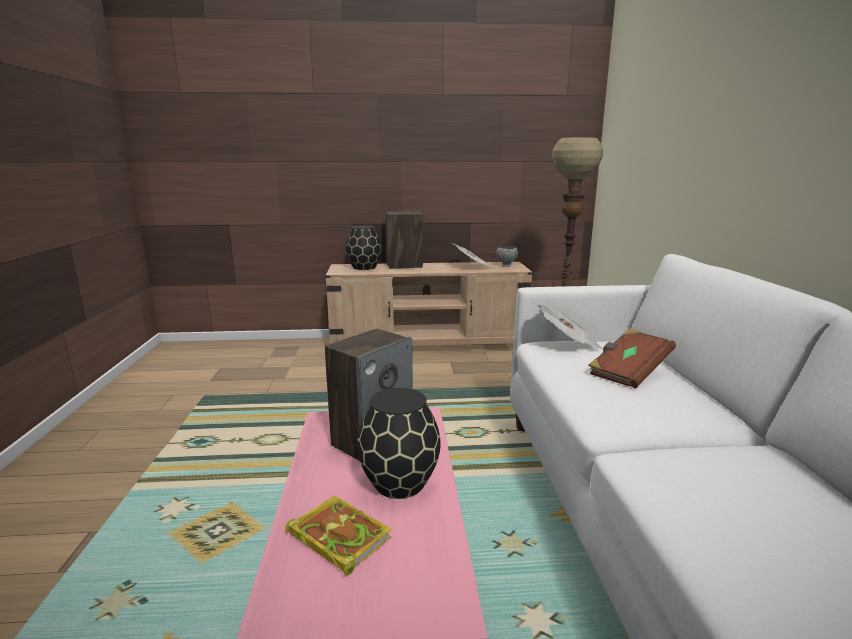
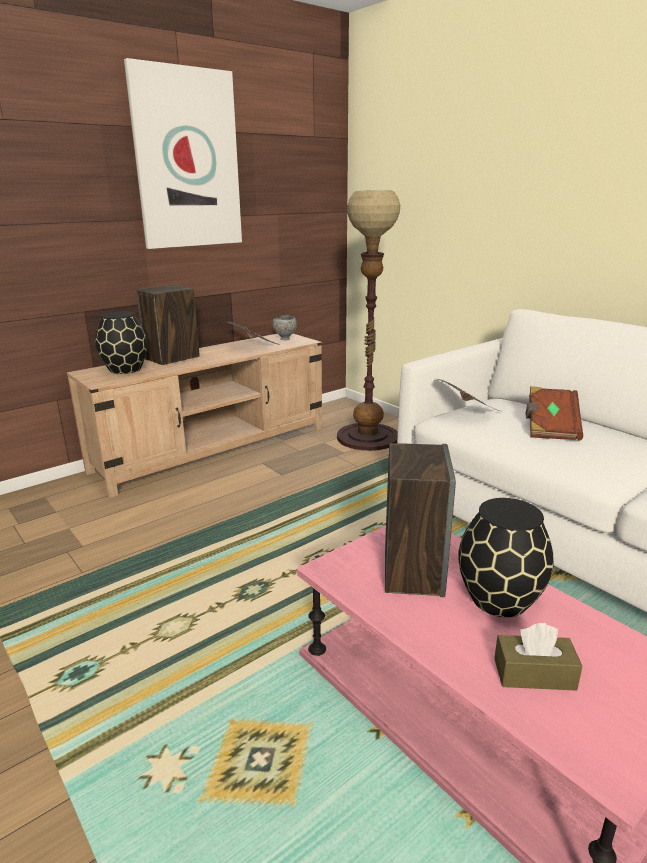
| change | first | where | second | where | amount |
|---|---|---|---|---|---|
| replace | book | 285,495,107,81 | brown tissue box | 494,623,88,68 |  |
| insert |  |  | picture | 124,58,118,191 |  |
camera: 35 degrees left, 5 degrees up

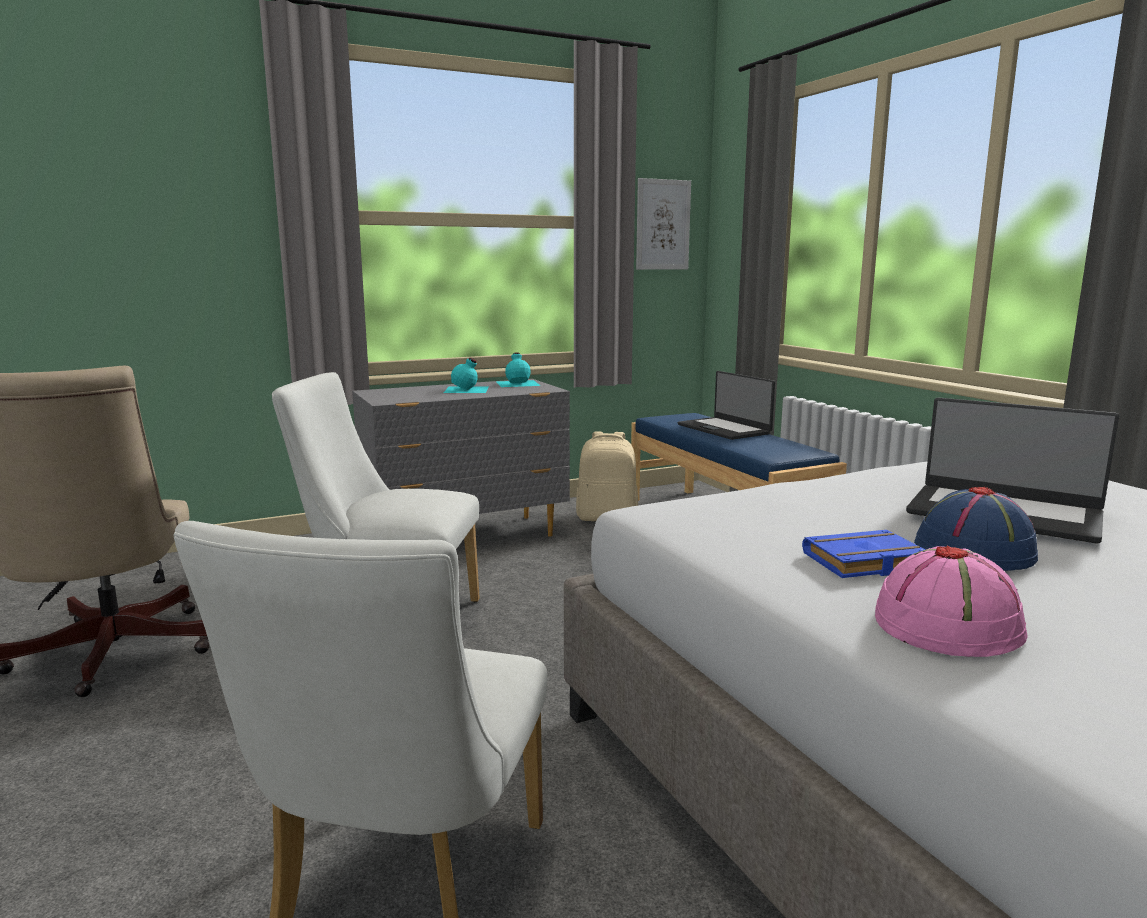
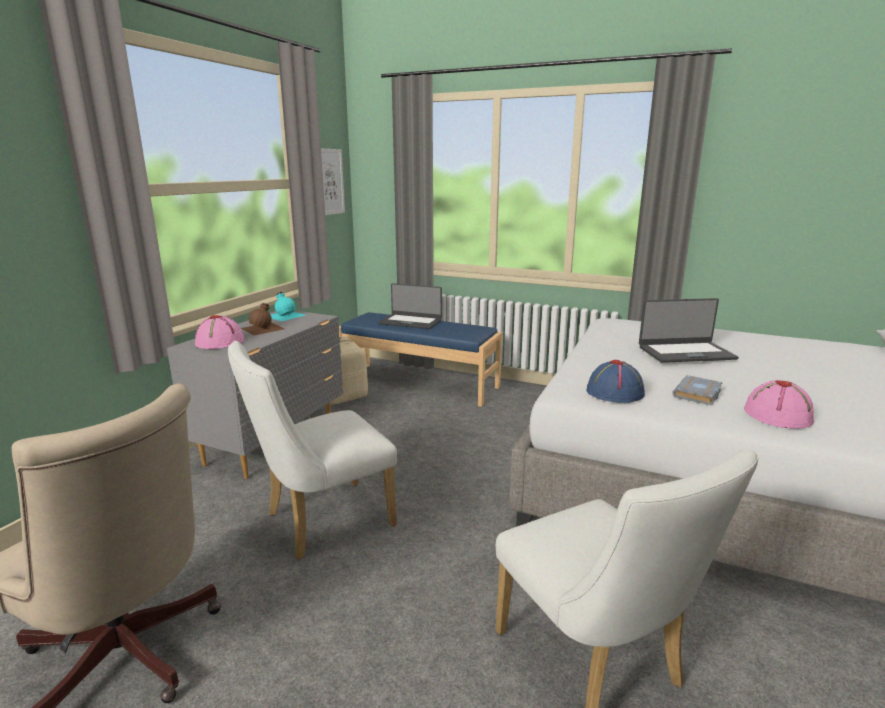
| change | first | where | second | where | amount |
|---|---|---|---|---|---|
| recolor | turquoise bottle | 444,357,45,36 | brown bottle | 241,303,44,32 |  |
| recolor | blue book | 802,530,124,48 | grey book | 672,375,51,30 |  |
| move | blue hat | 914,487,124,84 |  | 586,360,59,43 |  |
| insert |  |  | pink hat | 195,315,49,34 |  |
camera: 40 degrees left, 5 degrees up

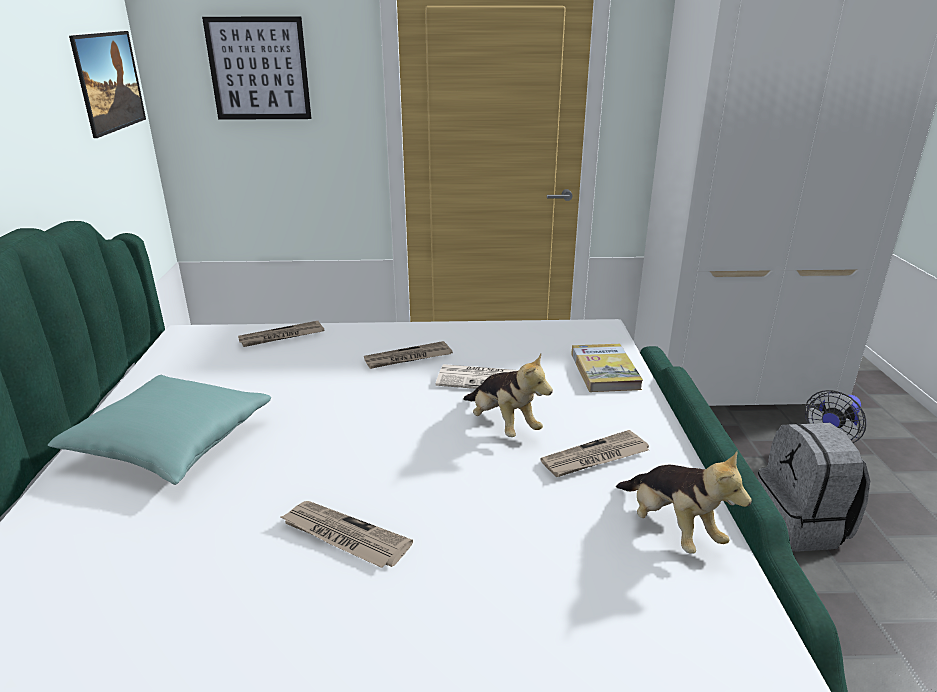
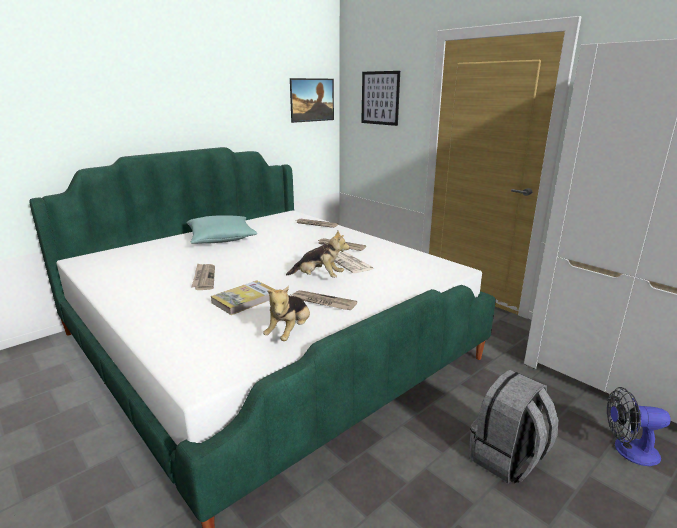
| change | first | where | second | where | amount |
|---|---|---|---|---|---|
| rotate | plush toy | 463,354,90,83 |  | 286,231,64,47 | 90 degrees counterclockwise |
| move | book | 571,344,72,48 |  | 211,280,64,35 |  |
camera: 50 degrees right, 5 degrees down

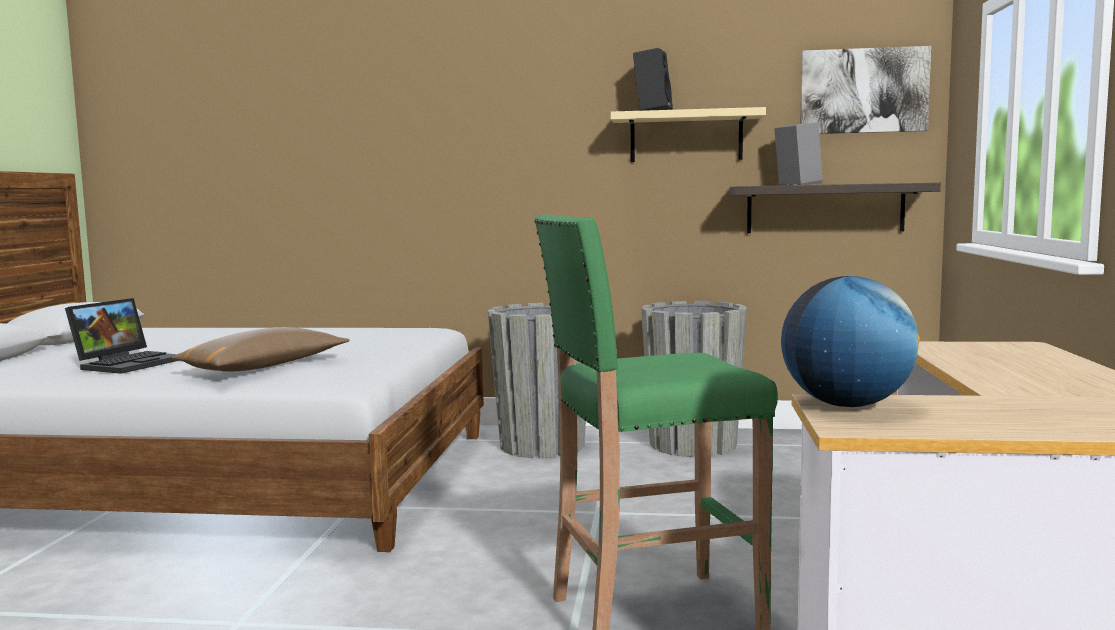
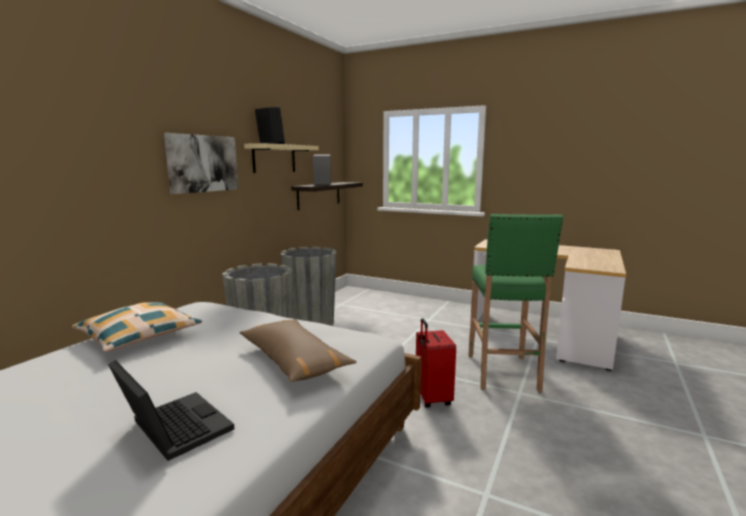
| change | first | where | second | where | amount |
|---|---|---|---|---|---|
| delete | globe | 781,276,139,131 |  |  |  |
| move | picture | 800,46,131,88 |  | 164,133,74,61 |  |
| insert |  |  | pillow | 72,302,130,50 |  |
| insert |  |  | red suitcase | 416,318,40,90 |  |
camera: 70 degrees left, 5 degrees up

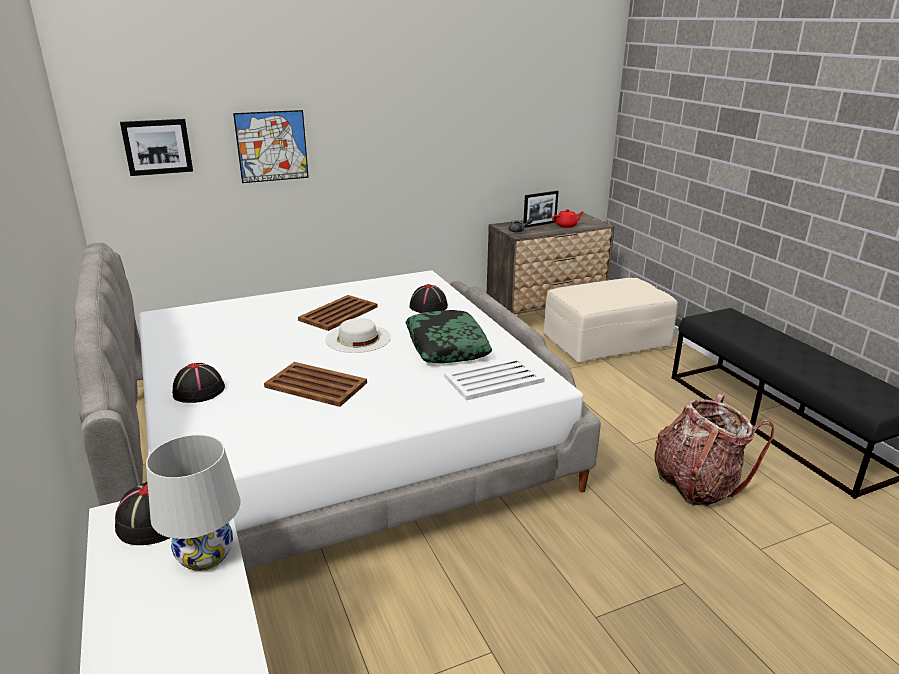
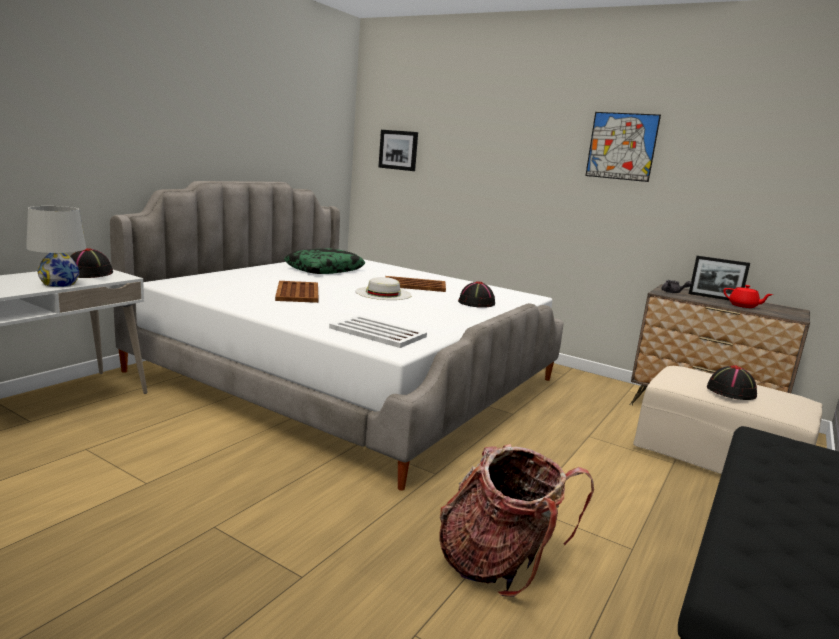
| change | first | where | second | where | amount |
|---|---|---|---|---|---|
| move | black hat | 172,363,53,40 |  | 707,365,50,35 |  |
| move | picture | 233,110,76,73 |  | 585,112,76,70 |  |
| move | pillow | 405,310,87,54 |  | 284,249,81,25 |  |
camera: 55 degrees right, 10 degrees down

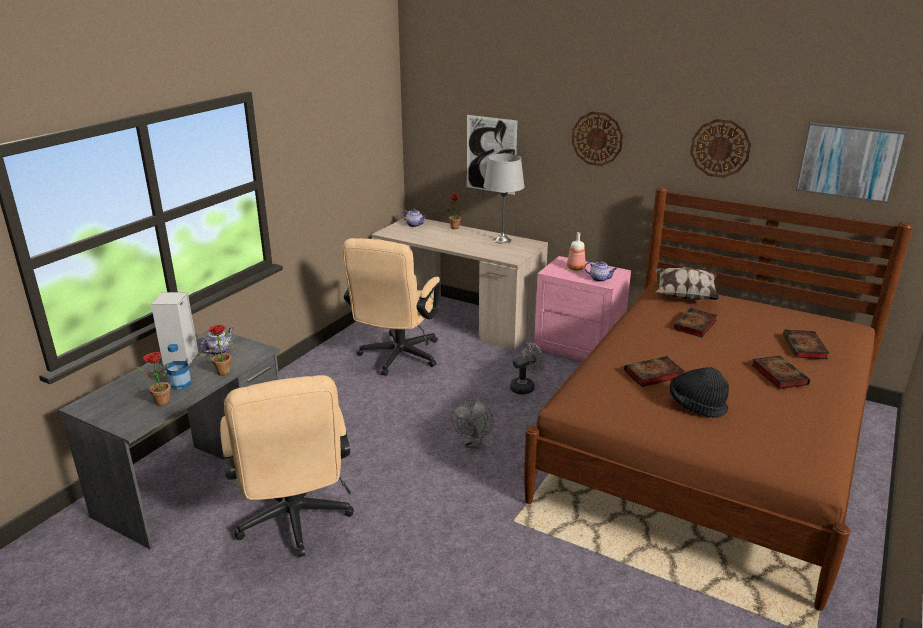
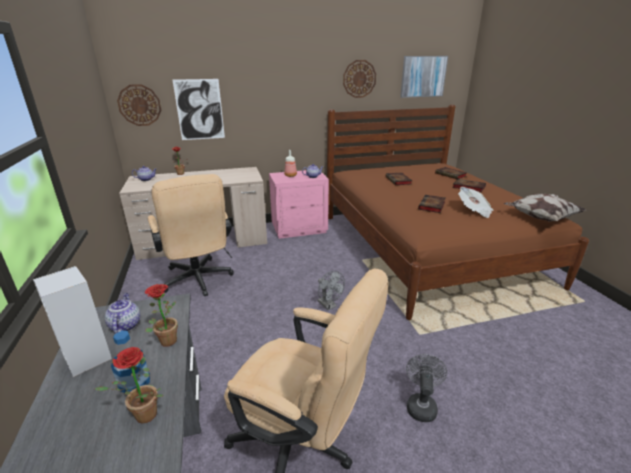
| change | first | where | second | where | amount |
|---|---|---|---|---|---|
| delete | grey table lamp | 483,154,42,90 |  |  |  |
| move | grey fan | 510,343,34,52 |  | 406,354,41,68 |  |
| move | wall clock | 572,111,51,55 |  | 117,84,44,42 |  |
| move | pillow | 654,267,67,33 |  | 504,194,81,27 |  |
| replace | black hat | 670,367,59,51 | newspaper | 458,187,35,31 |  |
camera: 45 degrees left, 0 degrees up

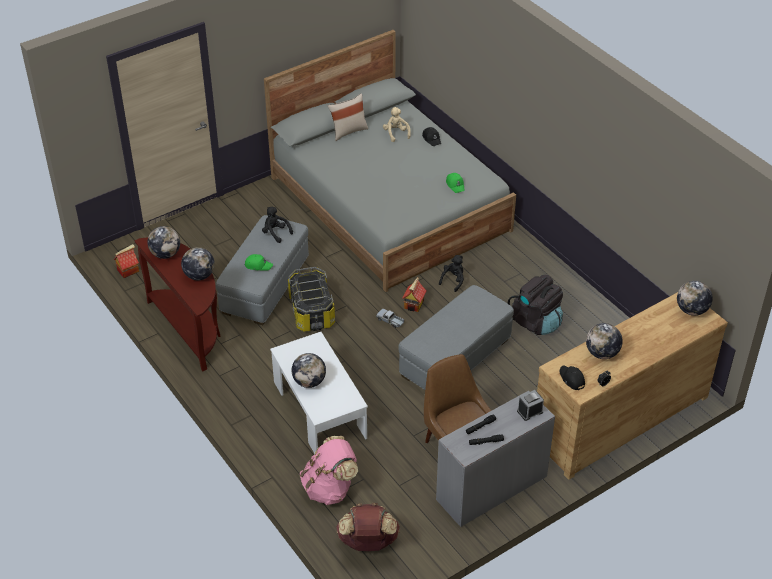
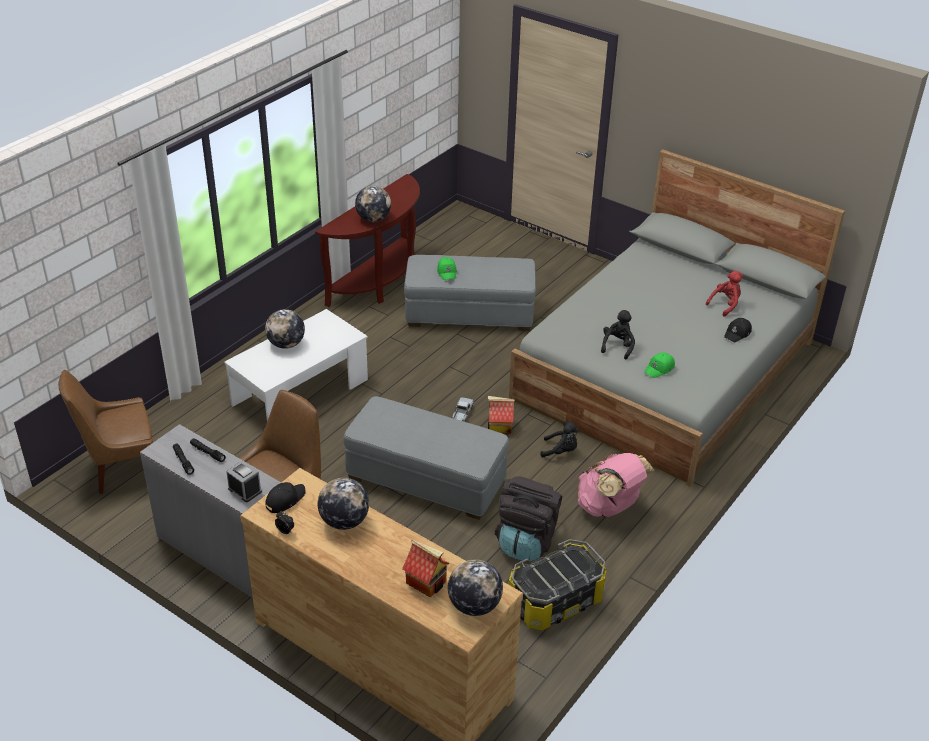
| change | first | where | second | where | amount |
|---|---|---|---|---|---|
| move | toy house | 114,244,25,34 |  | 402,539,47,59 |  |
| delete | globe | 147,226,33,33 |  |  |  |
| move | black plush toy | 262,207,31,36 |  | 601,310,34,49 |  |
| move | storage box | 288,267,47,65 |  | 509,539,98,91 |  |
| move | pink backpack | 300,436,58,69 |  | 578,453,77,64 |  |
| delete | beige pillow | 327,93,41,48 |  |  |  |
| replace | brown backpack | 336,503,64,48 | brown chair | 59,370,94,124 |  |
| recolor | beige plush toy | 383,107,28,35 | red plush toy | 706,271,37,46 |  |
camera: 70 degrees right, 5 degrees down

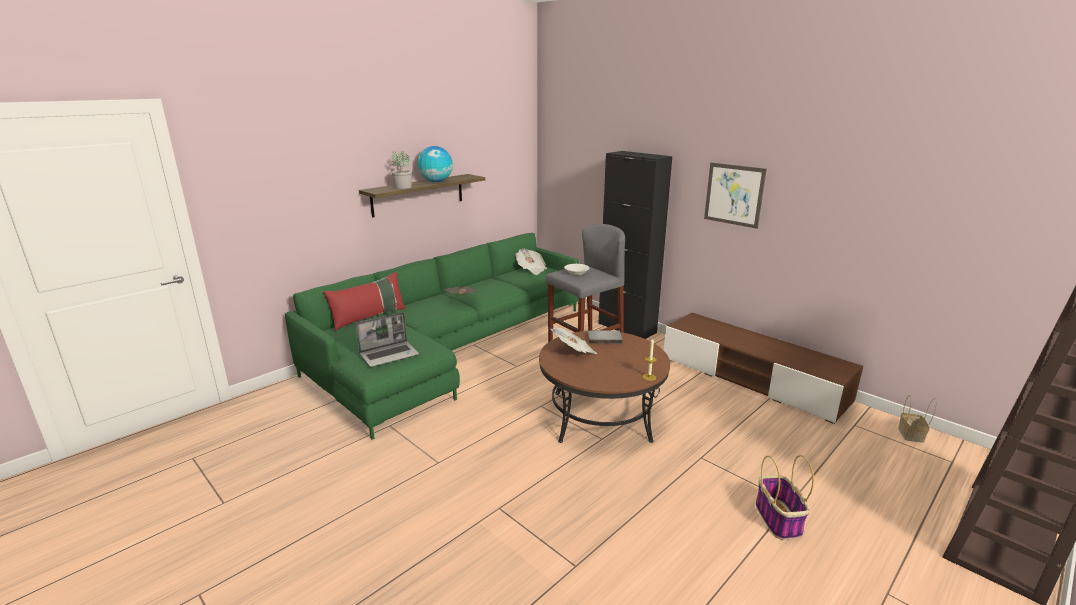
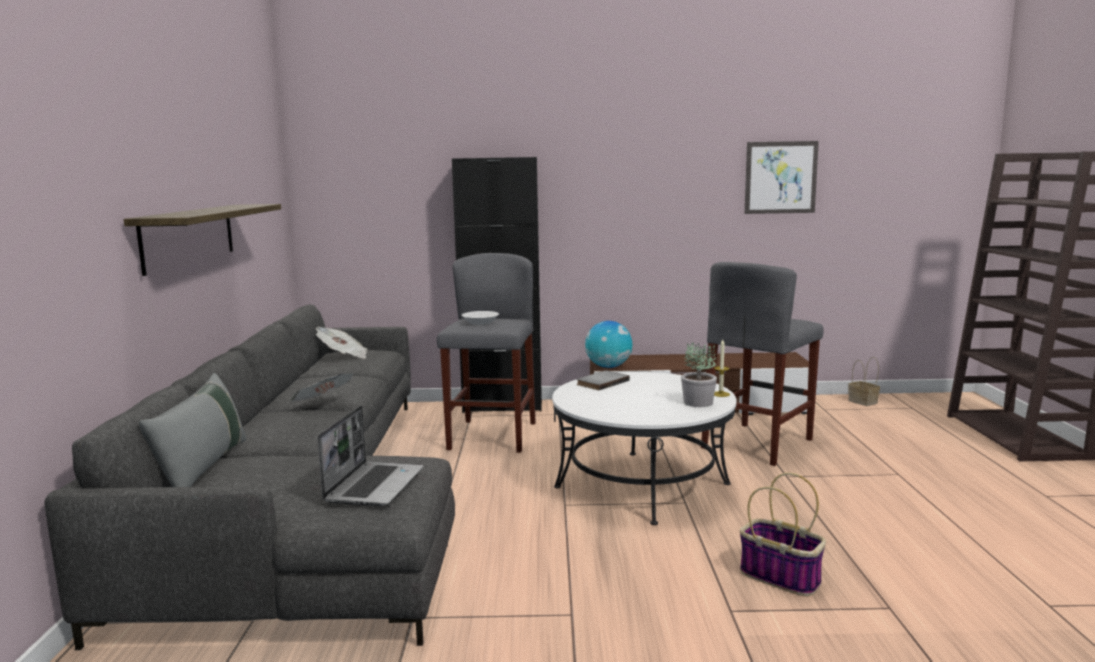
| change | first | where | second | where | amount |
|---|---|---|---|---|---|
| recolor | green sofa | 285,233,294,206 | grey sofa | 44,305,411,345 |  |
| recolor | red pillow | 323,272,83,59 | grey pillow | 139,373,108,114 |  |
| move | potted plant | 391,150,21,39 |  | 681,343,36,64 |  |
| move | globe | 417,146,36,36 |  | 585,321,47,47 |  |
| recolor | brown coffee table | 539,331,131,112 | white coffee table | 552,372,184,153 |  |
| delete | newspaper | 551,327,47,27 |  |  |  |
| move | picture | 704,163,63,66 |  | 745,141,74,73 |  |
| move | basket | 755,455,59,85 |  | 740,473,86,123 |  |
| insert |  |  | grey stool | 701,262,123,204 |  |
camera: 45 degrees left, 10 degrees down

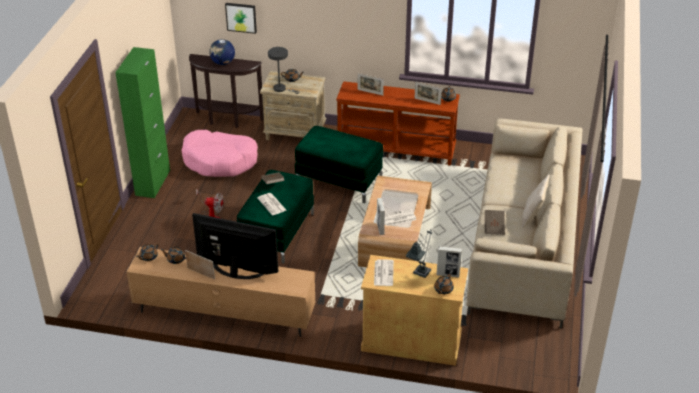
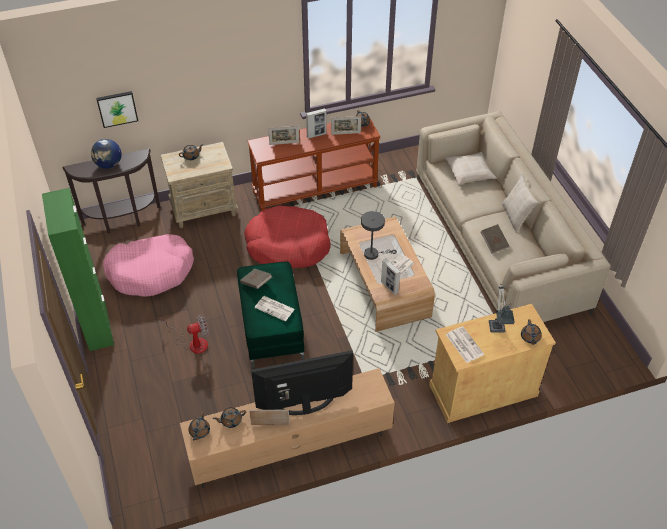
| change | first | where | second | where | amount |
|---|---|---|---|---|---|
| move | grey table lamp | 268,47,31,47 |  | 361,211,36,49 |  |
| replace | green ottoman | 295,126,88,77 | red dog bed | 244,205,87,63 |  |
| move | picture frame | 436,246,26,32 |  | 306,108,20,31 |  |
| insert |  |  | beige pillow | 445,152,52,33 |  |
camera: 30 degrees left, 10 degrees up

